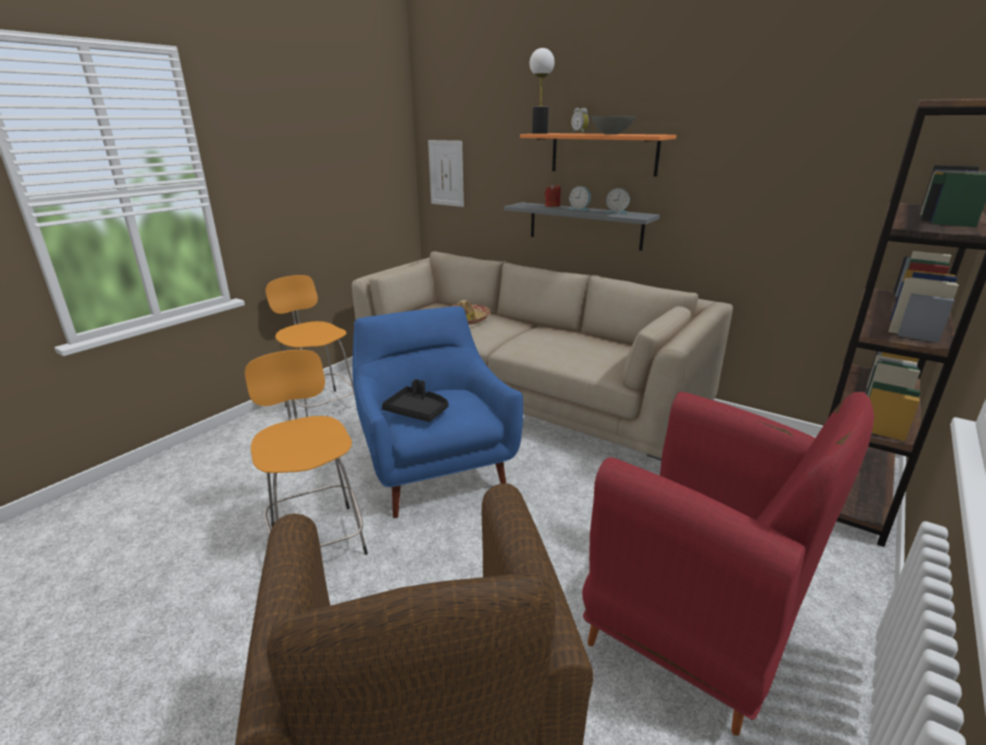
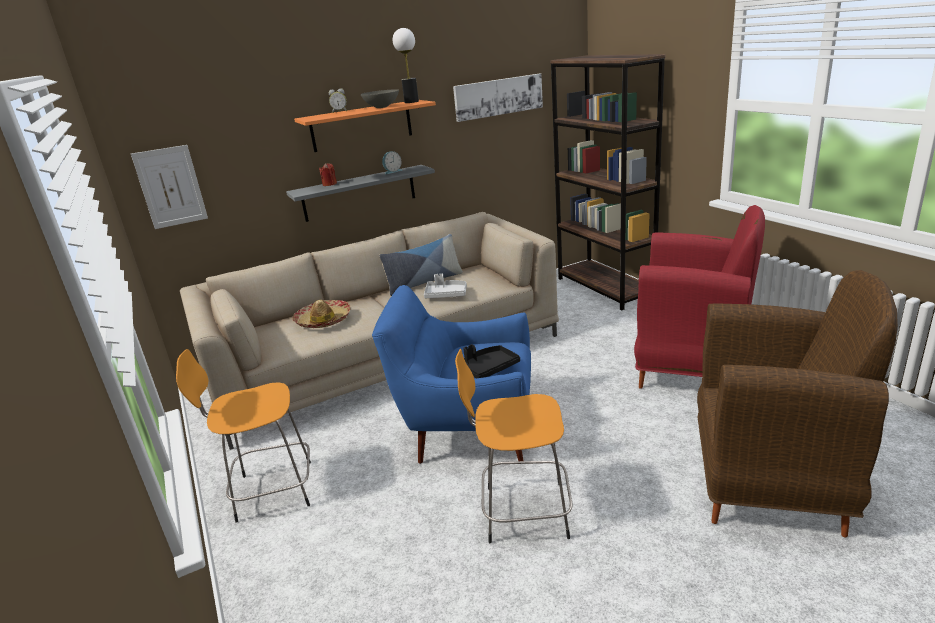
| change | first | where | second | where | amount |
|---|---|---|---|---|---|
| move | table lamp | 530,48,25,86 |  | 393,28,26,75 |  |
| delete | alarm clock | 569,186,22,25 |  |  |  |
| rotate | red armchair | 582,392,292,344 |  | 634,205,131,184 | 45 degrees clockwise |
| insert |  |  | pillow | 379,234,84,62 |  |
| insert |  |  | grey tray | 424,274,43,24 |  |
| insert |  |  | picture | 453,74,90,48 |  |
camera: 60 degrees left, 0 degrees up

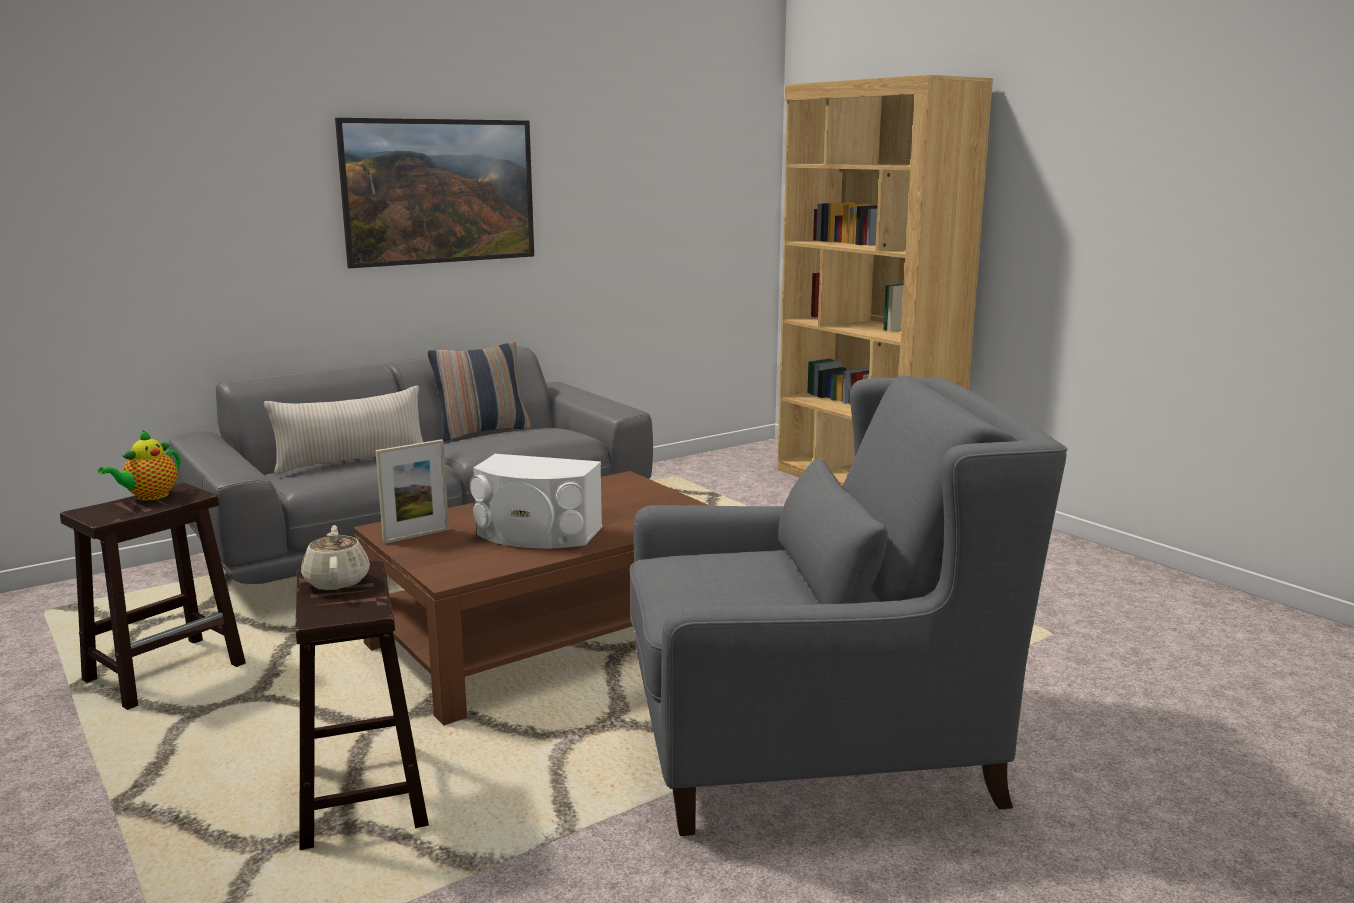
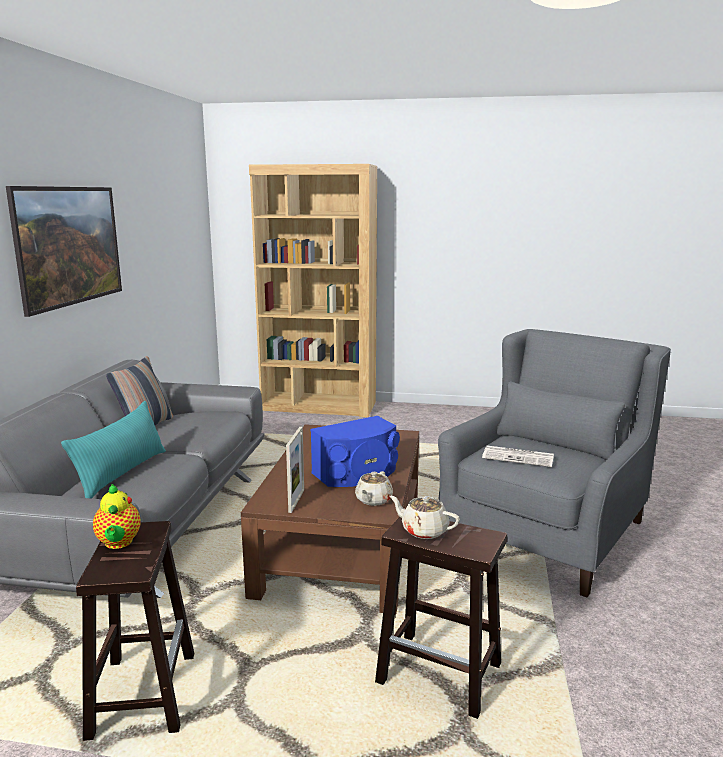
| change | first | where | second | where | amount |
|---|---|---|---|---|---|
| recolor | beige pillow | 264,386,159,89 | turquoise pillow | 61,401,105,98 |  |
| recolor | white speaker | 470,454,132,95 | blue speaker | 310,416,90,71 |  |
| insert |  |  | beige teapot | 355,471,38,35 |  |
| insert |  |  | newspaper | 482,446,72,21 |  |
camera: 45 degrees left, 0 degrees up

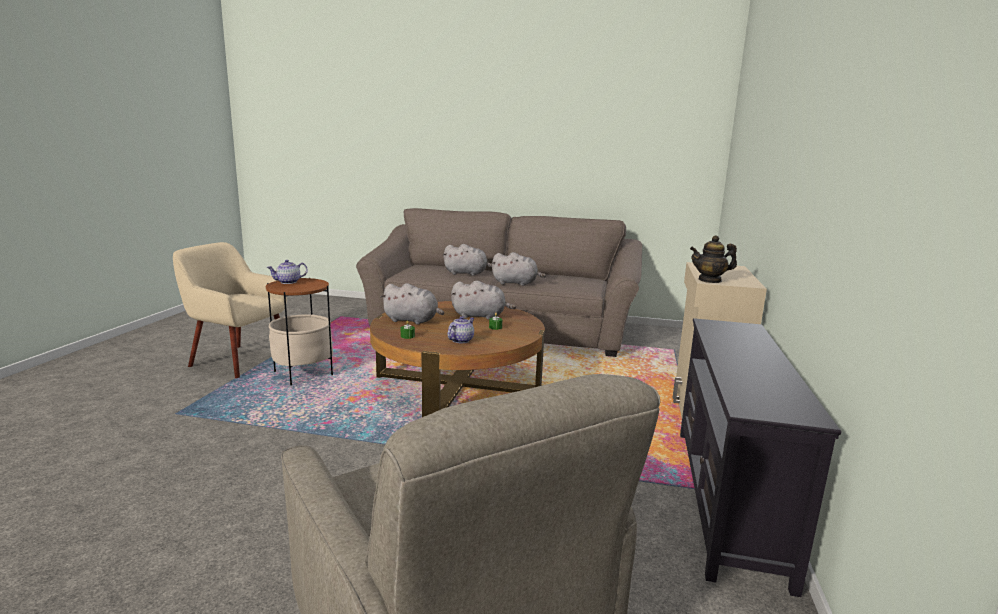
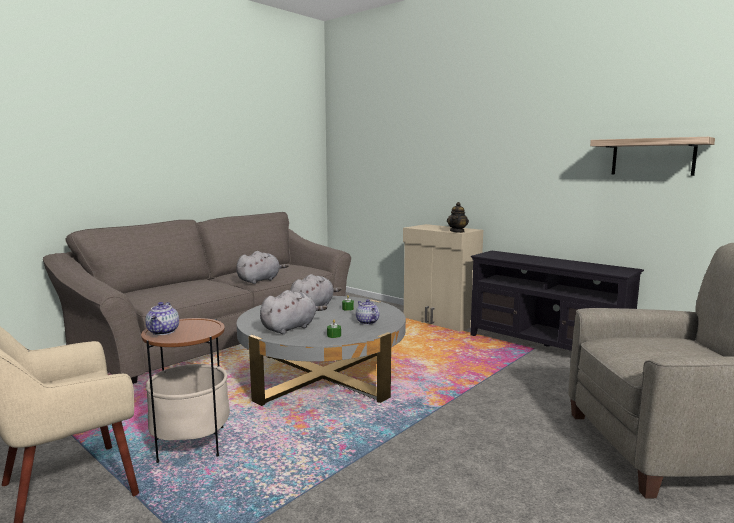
| change | first | where | second | where | amount |
|---|---|---|---|---|---|
| recolor | brown coffee table | 370,301,175,116 | grey coffee table | 237,296,169,110 |  |
| delete | grey plush toy | 443,244,49,32 |  |  |  |
| insert |  |  | shelf | 590,137,125,39 |  |
camera: 60 degrees left, 5 degrees down

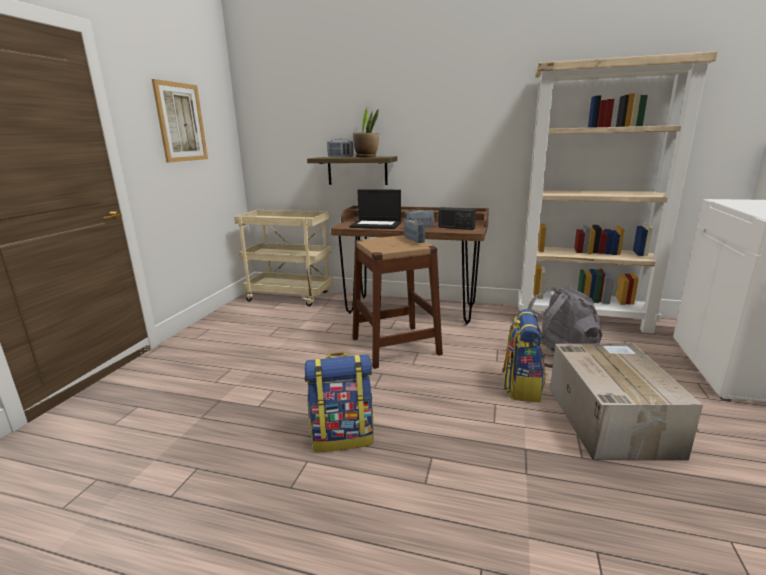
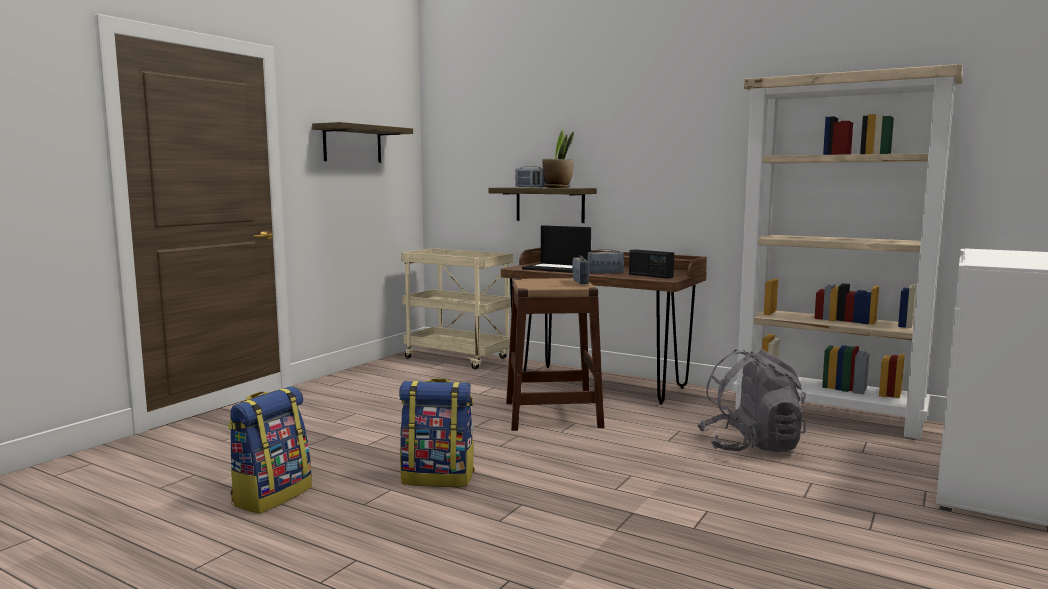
| change | first | where | second | where | amount |
|---|---|---|---|---|---|
| replace | picture | 152,79,56,84 | shelf | 312,122,101,41 |  |
| move | backpack | 502,309,43,93 |  | 228,386,84,128 |  |
| delete | cardboard box | 550,343,153,118 |  |  |  |
camera: 15 degrees right, 10 degrees down

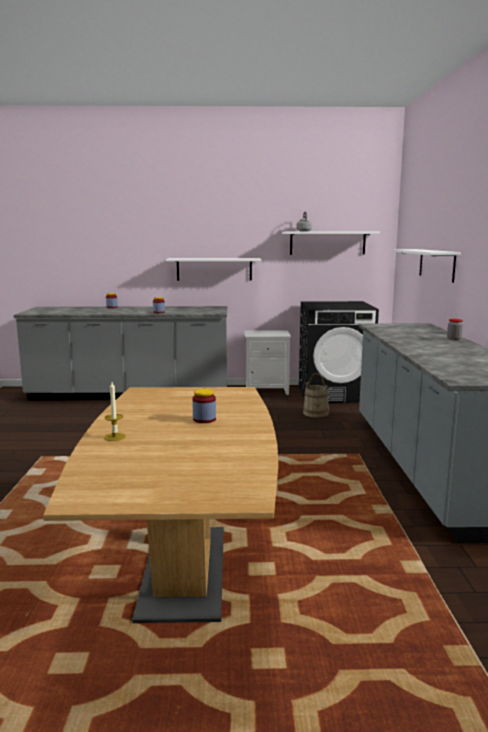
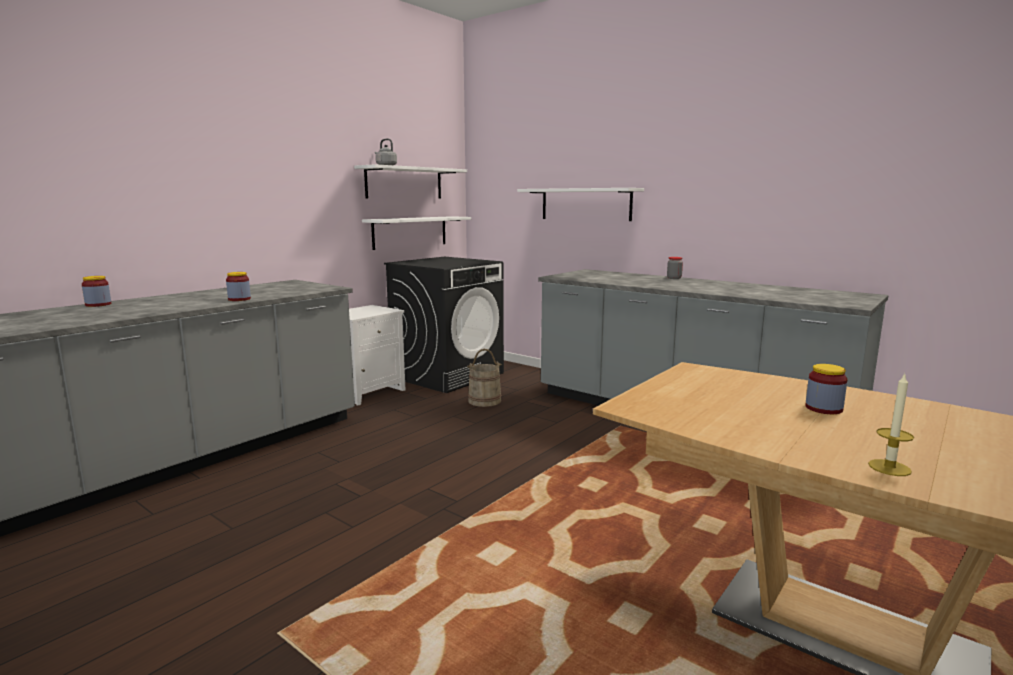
| change | first | where | second | where | amount |
|---|---|---|---|---|---|
| move | white shelf | 166,258,95,23 |  | 362,216,109,34 |  |
camera: 50 degrees left, 0 degrees up

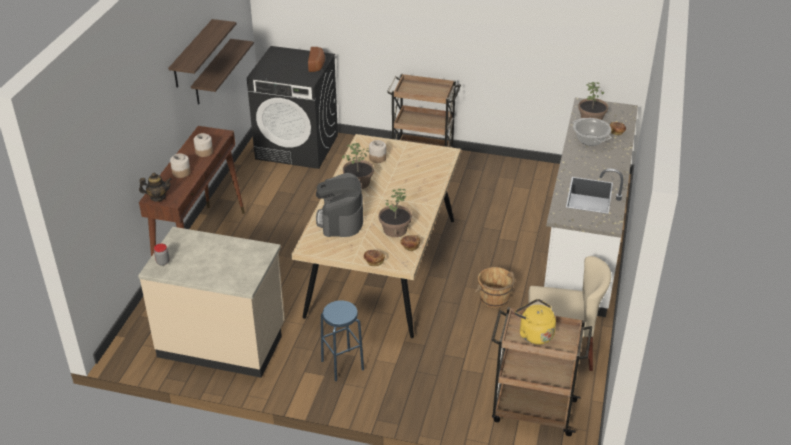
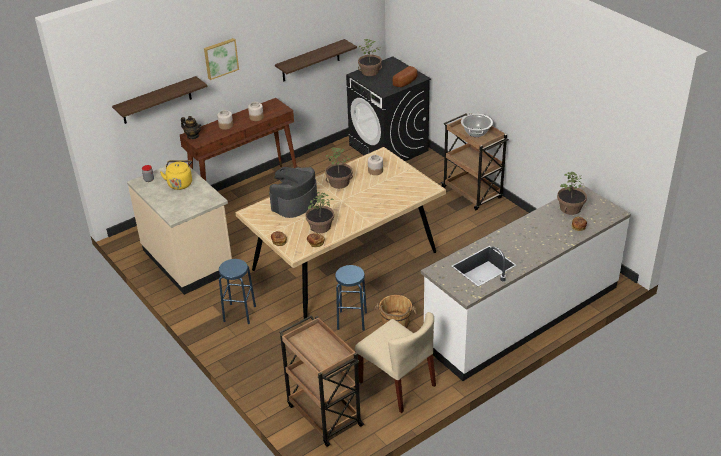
| change | first | where | second | where | amount |
|---|---|---|---|---|---|
| move | shelf | 168,19,68,69 |  | 112,76,96,48 |  |
| move | yellow kettle | 515,299,41,46 |  | 160,160,32,30 |  |
| move | cooking pot | 573,118,39,28 |  | 461,114,32,23 |  |
| insert |  |  | picture | 204,38,35,42 |  |
| insert |  |  | blue stool | 335,265,32,66 |  |
| insert |  |  | potted plant | 358,39,24,37 |  |
camera: 40 degrees right, 0 degrees up

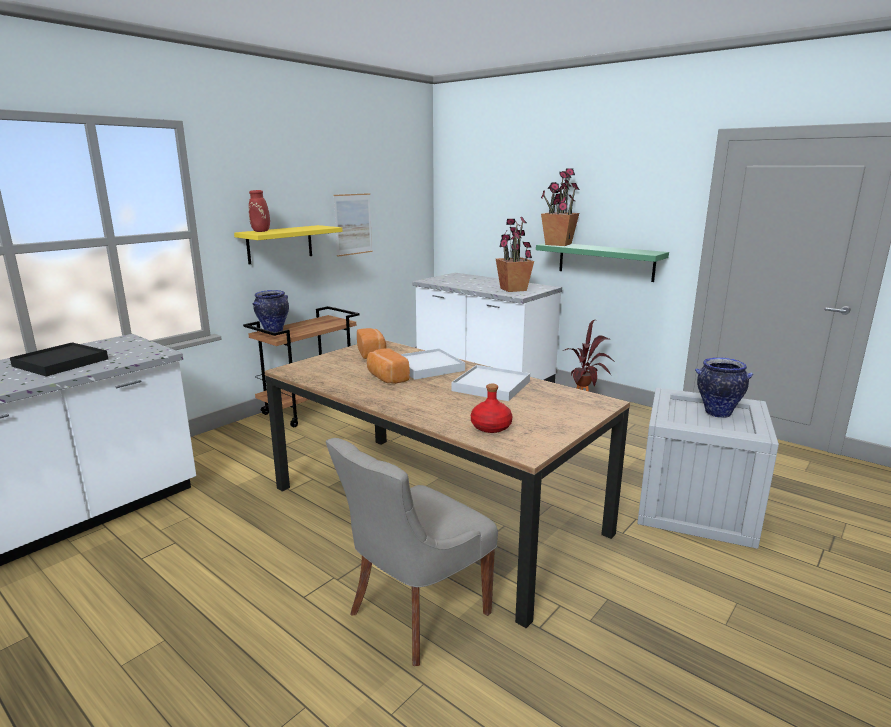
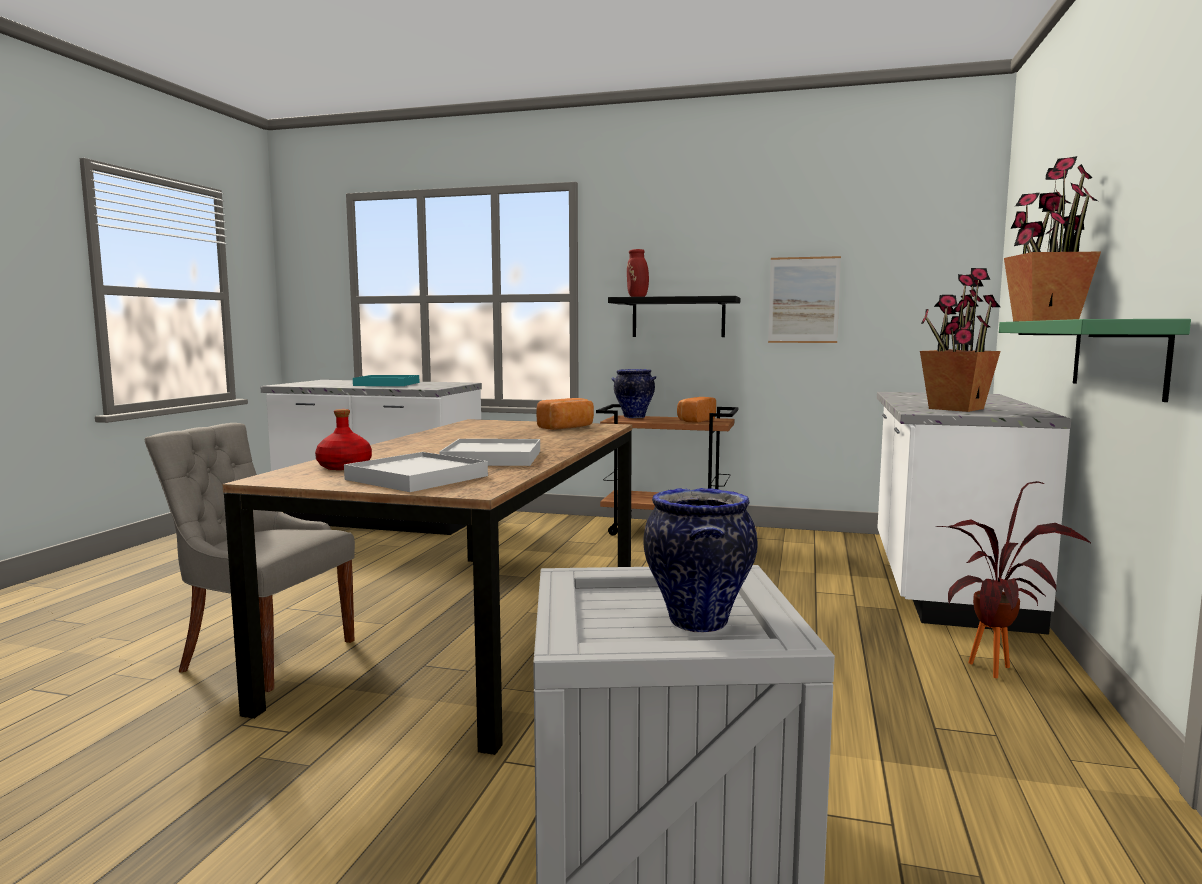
| change | first | where | second | where | amount |
|---|---|---|---|---|---|
| recolor | black tray | 10,342,98,35 | turquoise tray | 353,375,66,11 |  |
| recolor | yellow shelf | 234,225,109,39 | black shelf | 608,296,132,41 |  |
| move | bread | 367,348,43,36 |  | 677,397,39,25 |  |
| move | white tray | 400,348,65,32 |  | 344,452,144,40 |  |
camera: 65 degrees right, 10 degrees down

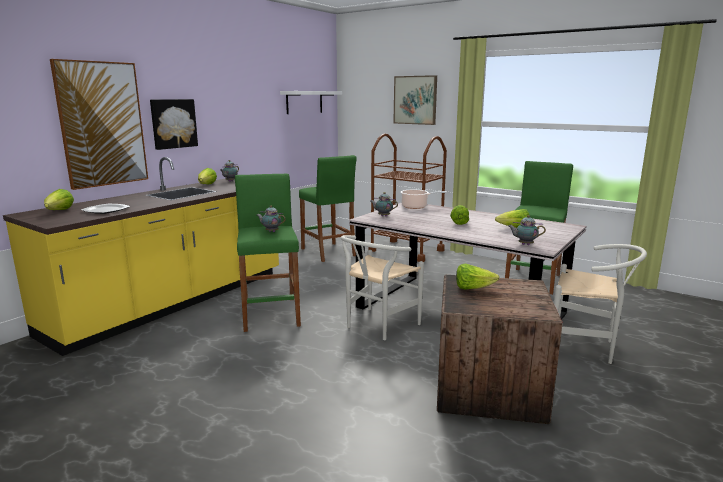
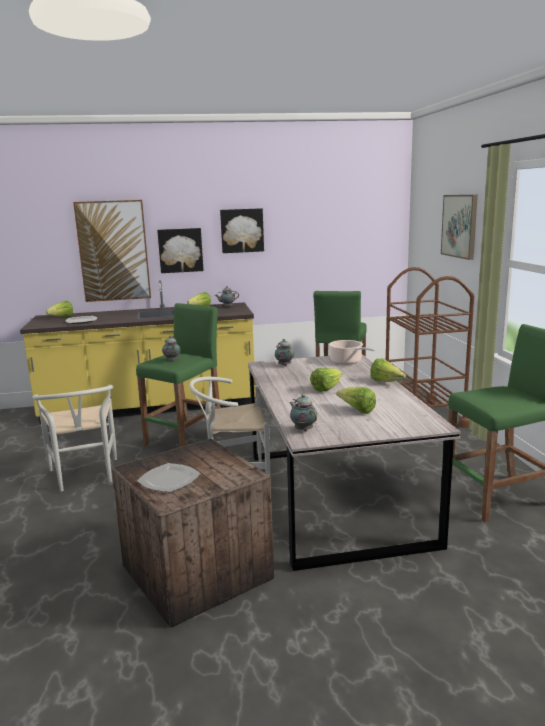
| change | first | where | second | where | amount |
|---|---|---|---|---|---|
| delete | white shelf | 280,91,62,23 |  |  |  |
| move | lettuce | 456,264,43,26 |  | 370,359,36,23 |  |
| move | white chair | 554,244,93,120 |  | 32,385,85,106 |  |
| insert |  |  | plate | 137,463,64,29 |  |
| insert |  |  | picture | 220,208,44,45 |  |
camera: 45 degrees right, 0 degrees up

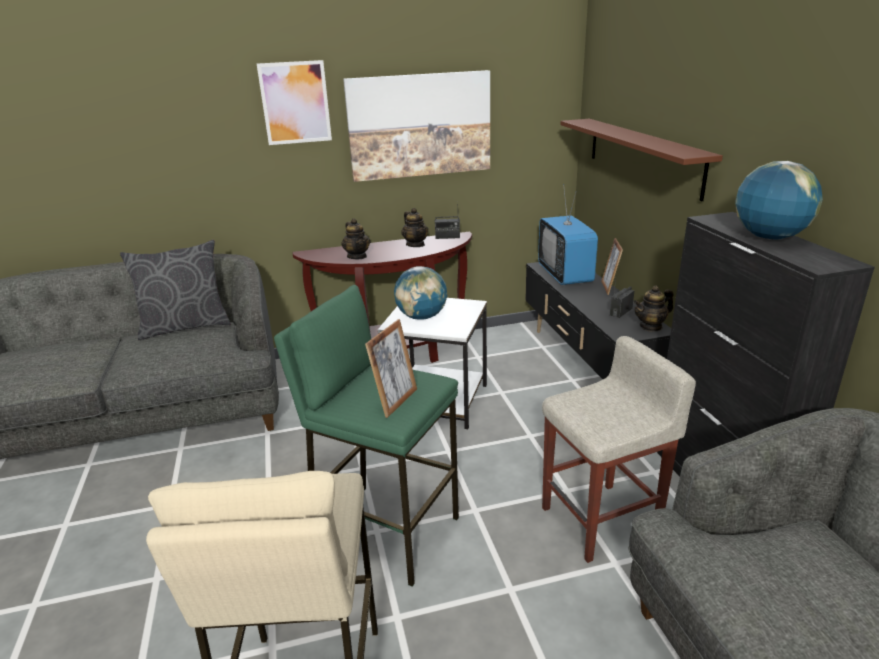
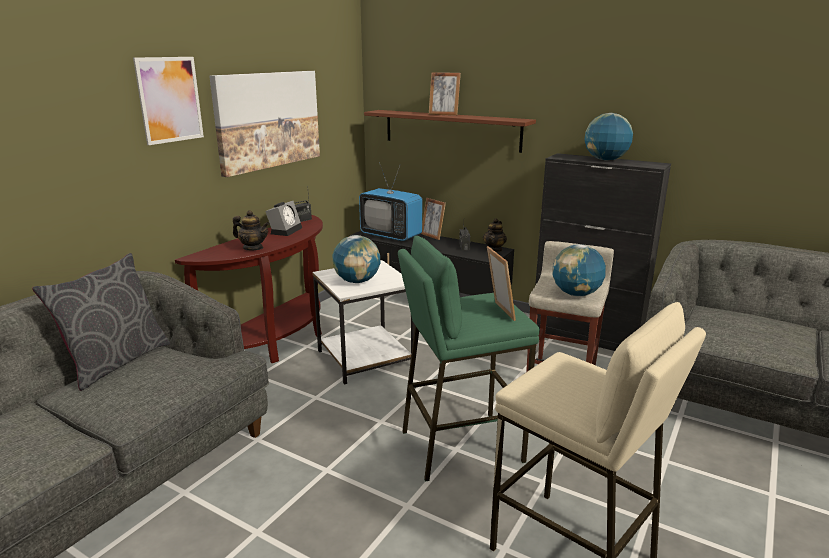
| change | first | where | second | where | amount |
|---|---|---|---|---|---|
| replace | teapot | 401,208,27,39 | alarm clock | 265,201,37,35 |  |
| insert |  |  | picture frame | 429,72,32,44 |  |
| insert |  |  | globe | 553,244,53,53 |  |
camera: 45 degrees left, 5 degrees down

